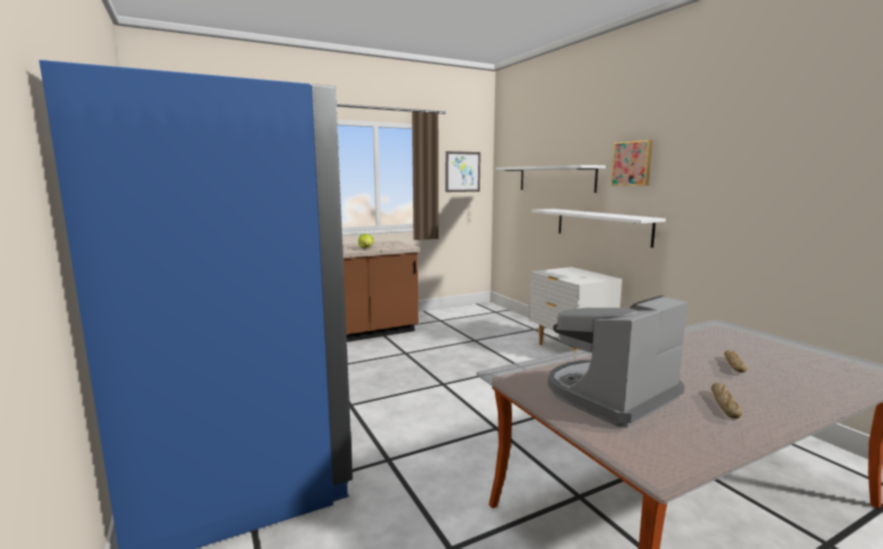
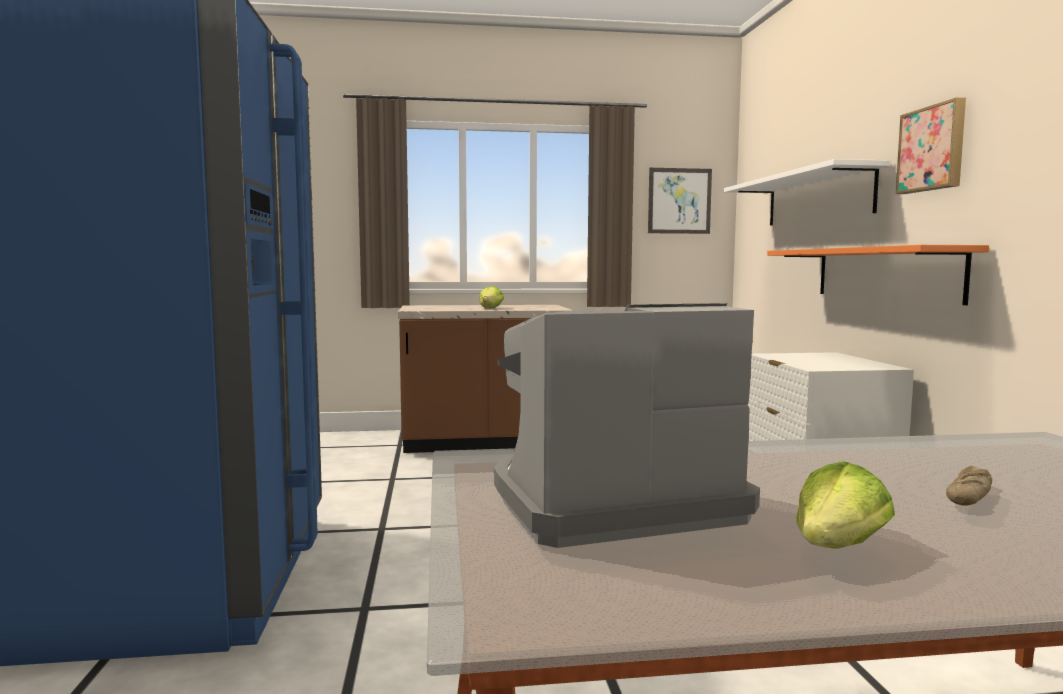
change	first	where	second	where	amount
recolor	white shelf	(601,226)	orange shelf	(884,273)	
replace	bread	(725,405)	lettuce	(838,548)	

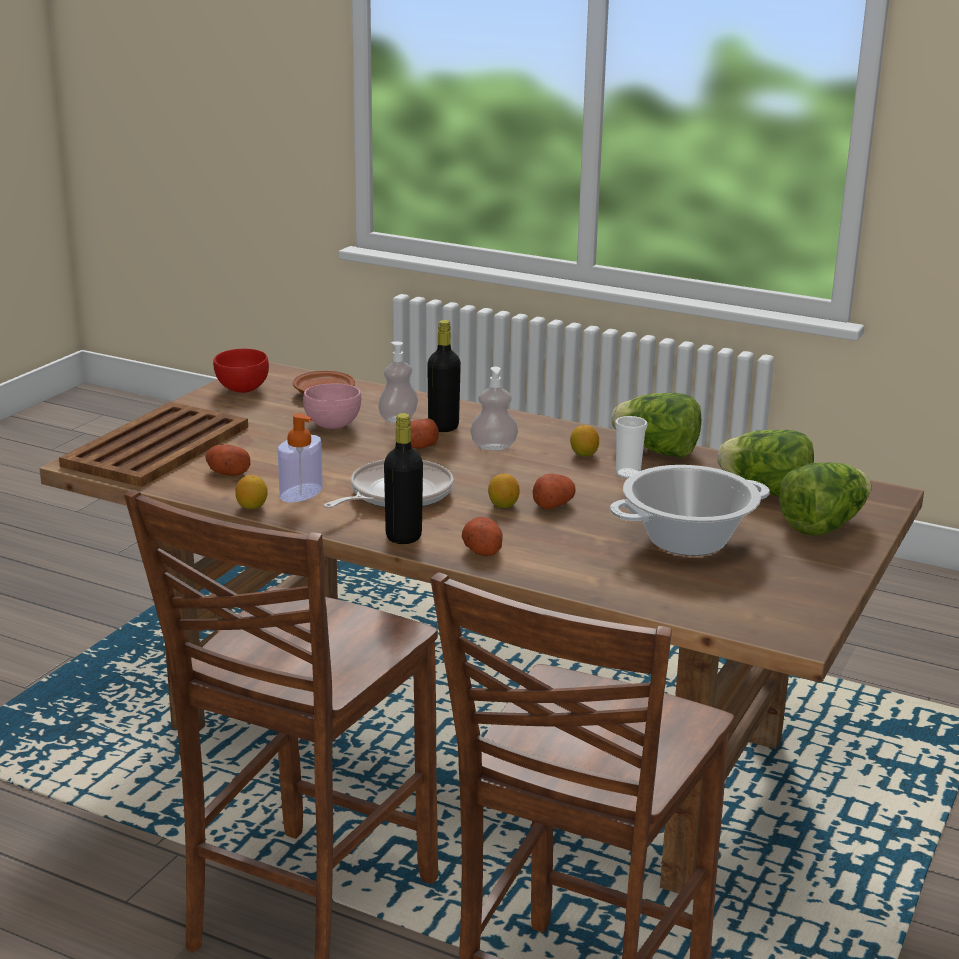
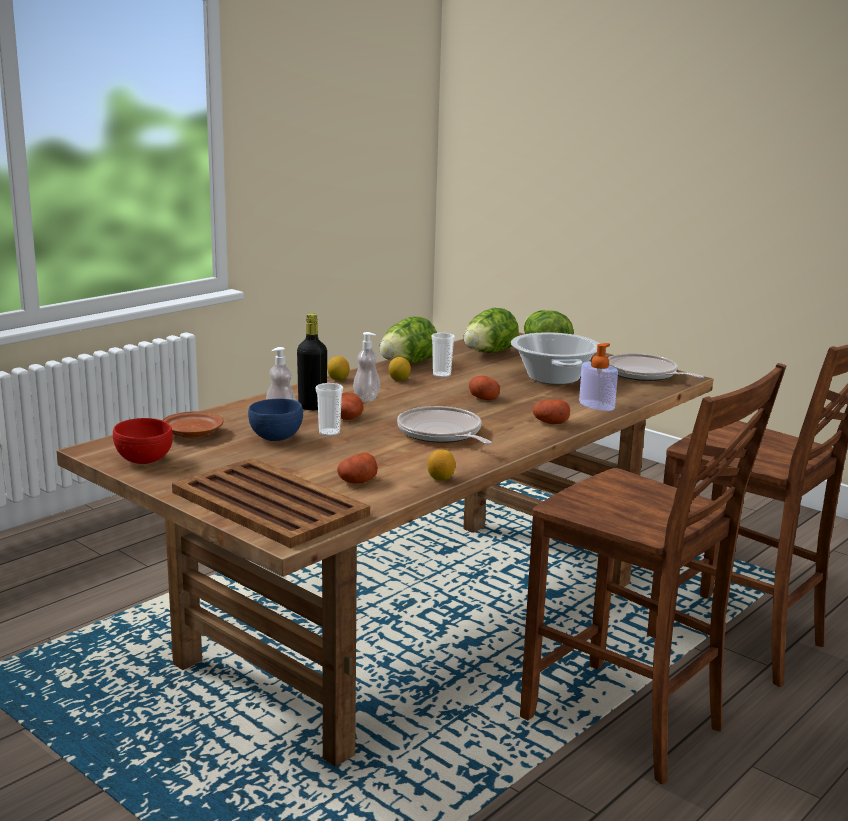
change	first	where	second	where	amount
move	soap dispenser	(301,493)		(596,405)	
recolor	pink bowl	(332,426)	blue bowl	(277,438)	
delete	black bottle	(403,537)			
move	lemon	(503,505)		(338,379)	
insert			cup	(329,433)	
insert			frying pan	(644,374)	

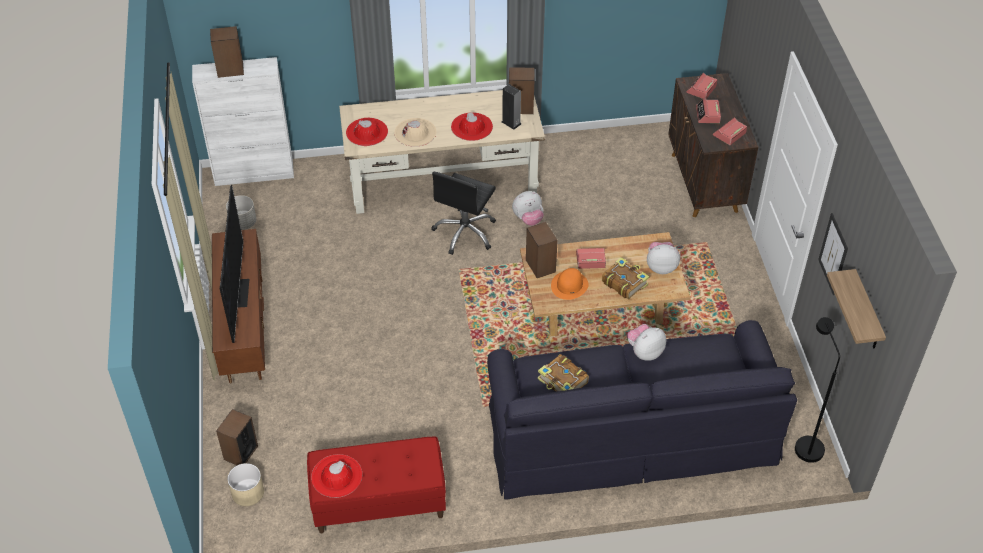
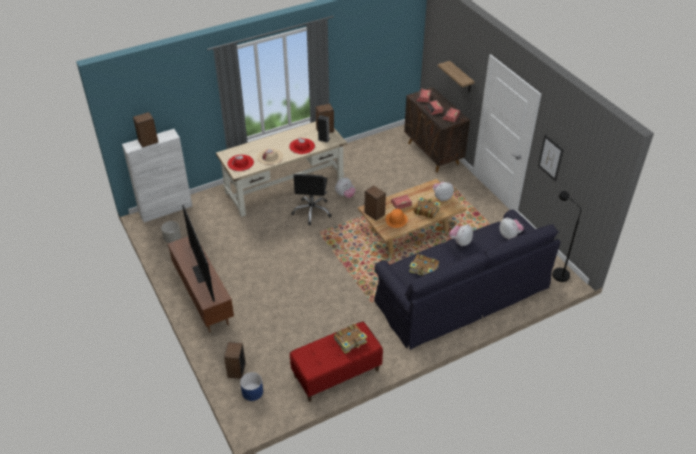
change	first	where	second	where	amount
recolor	beige planter	(247,492)	blue planter	(252,392)	
delete	red hat	(336,476)			
move	shelf	(867,312)		(461,77)	
insert			book	(350,341)	
insert			plush toy	(509,235)	

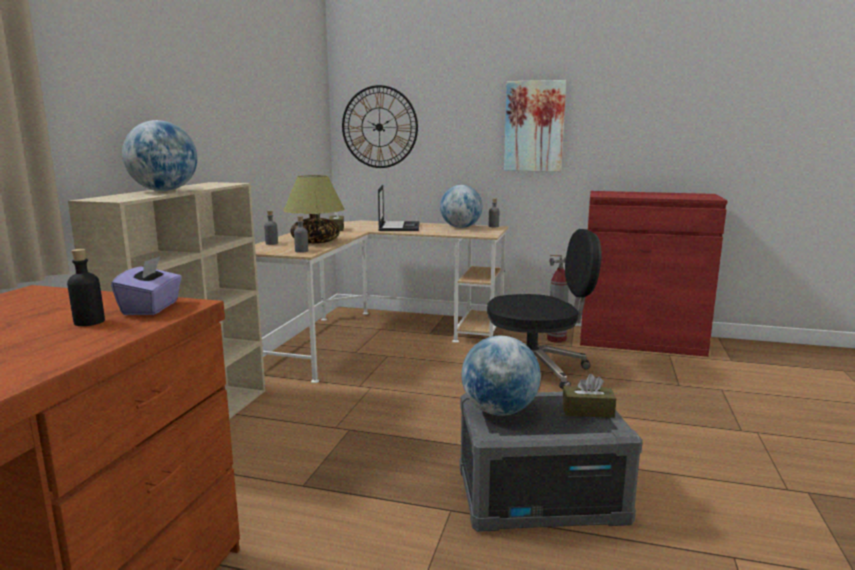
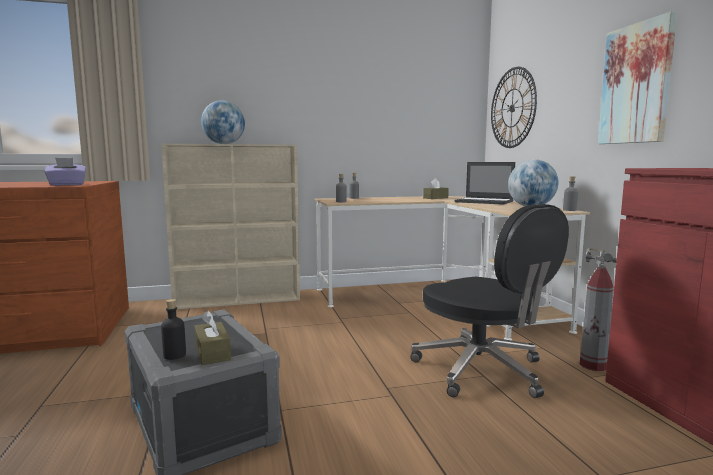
change	first	where	second	where	amount
move	black bottle	(89,322)		(174,355)	
delete	table lamp	(315,242)			
rotate	laptop	(399,226)		(485,201)	60 degrees clockwise
delete	globe	(499,411)			

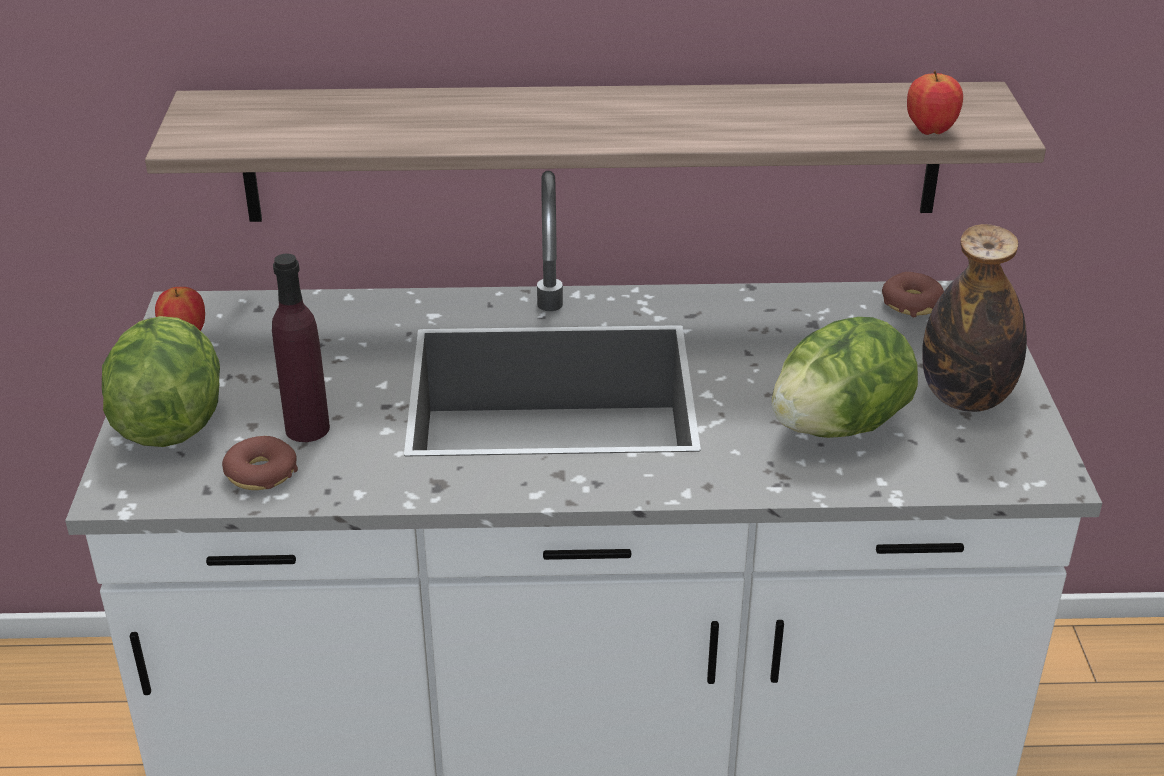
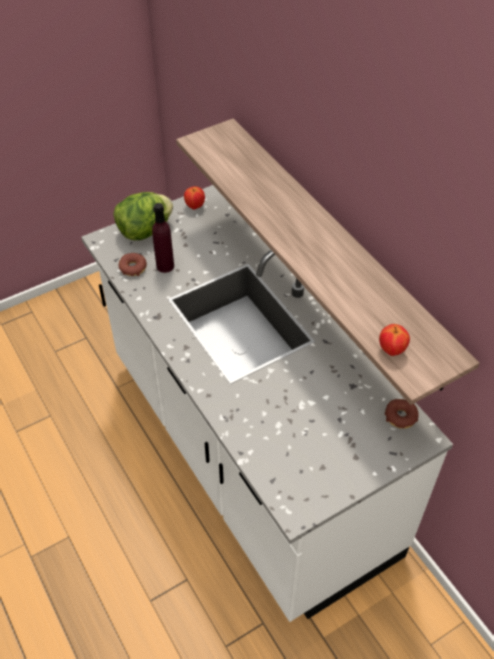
change	first	where	second	where	amount
delete	lettuce	(838,426)			
delete	bottle	(965,398)			

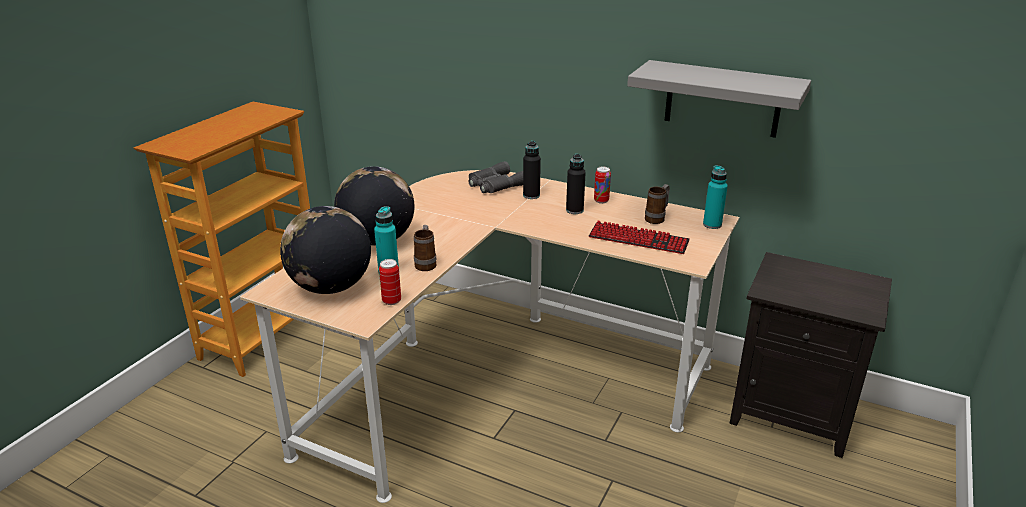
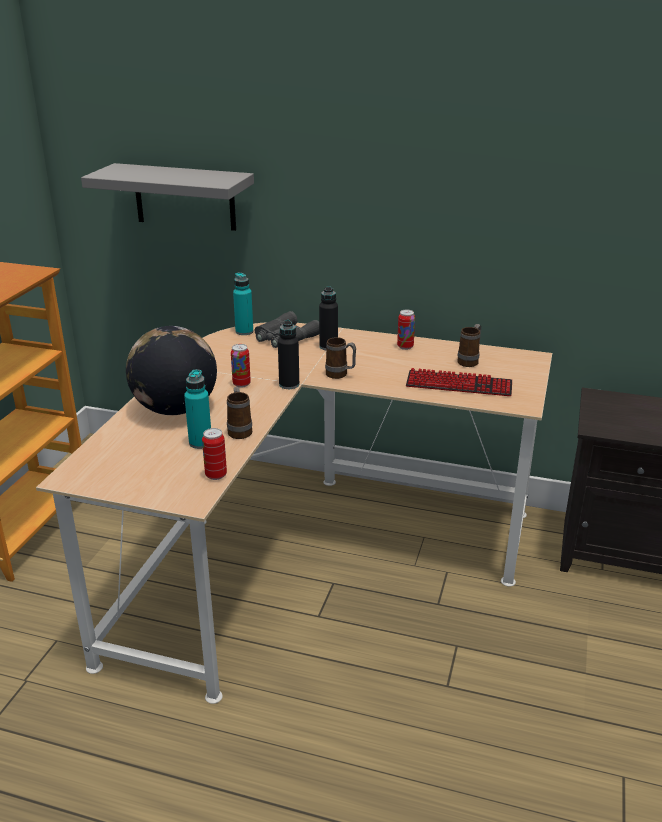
change	first	where	second	where	amount
delete	globe	(331,287)			
move	black bottle	(574,210)		(289,384)	
move	grey shelf	(722,99)		(184,197)	
move	turquoise bottle	(712,225)		(244,331)	
insert			can	(241,384)	
insert			mug	(340,375)	

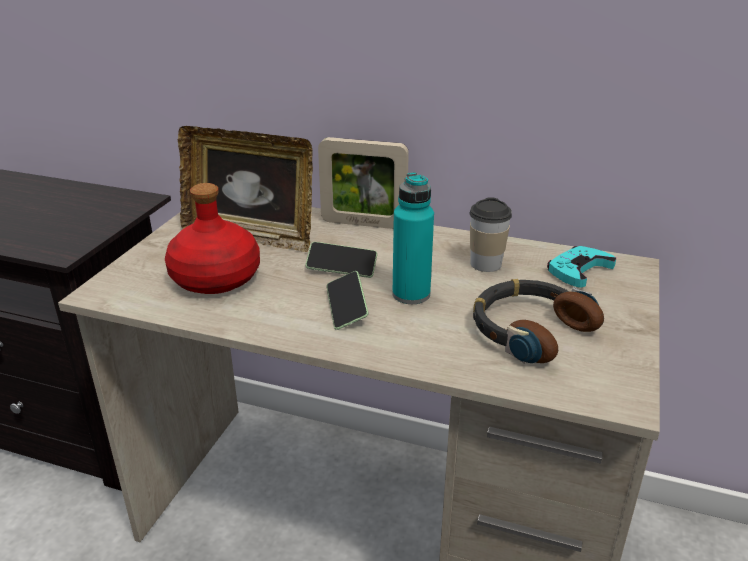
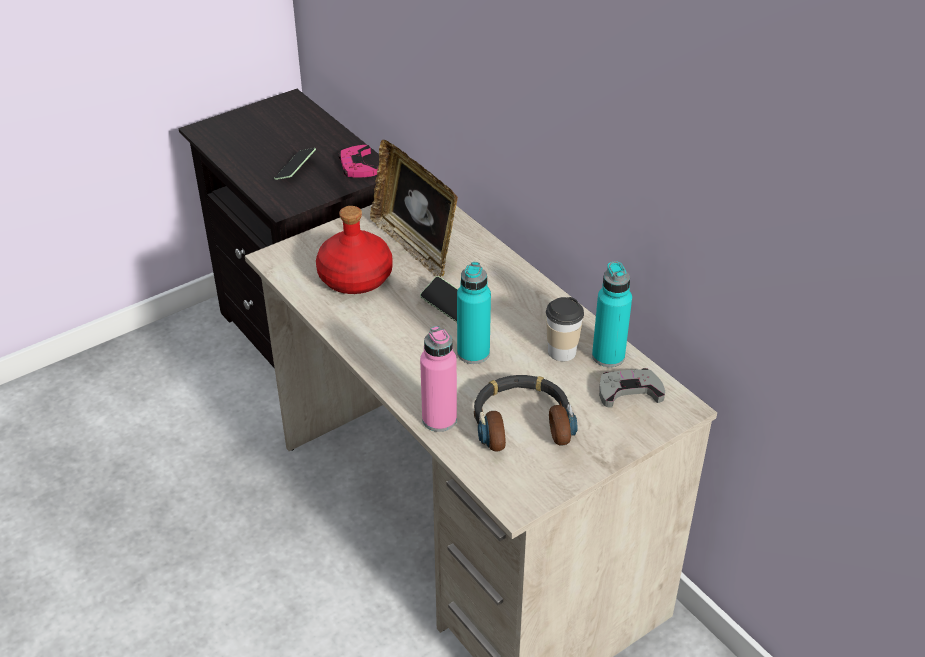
change	first	where	second	where	amount
delete	picture frame	(363,223)			
move	phone	(346,308)		(296,170)	
recolor	turquoise game controller	(578,270)	grey game controller	(629,391)	
insert			pink game controller	(357,166)	
insert			pink bottle	(439,419)	
insert			turquoise bottle	(608,356)	

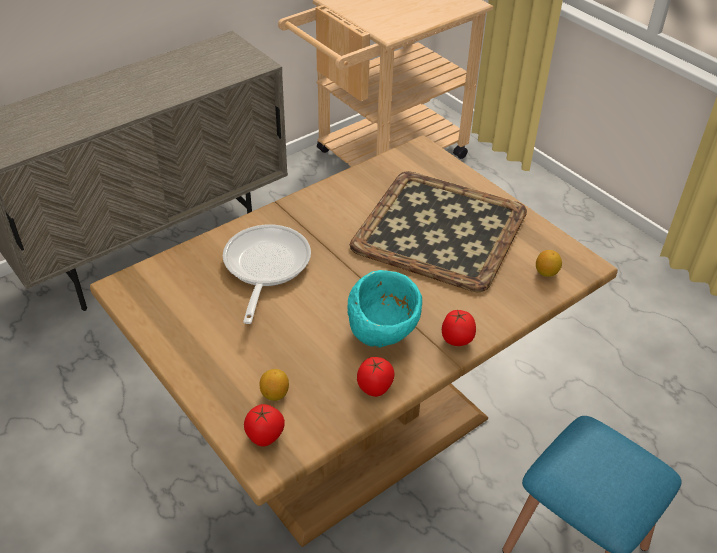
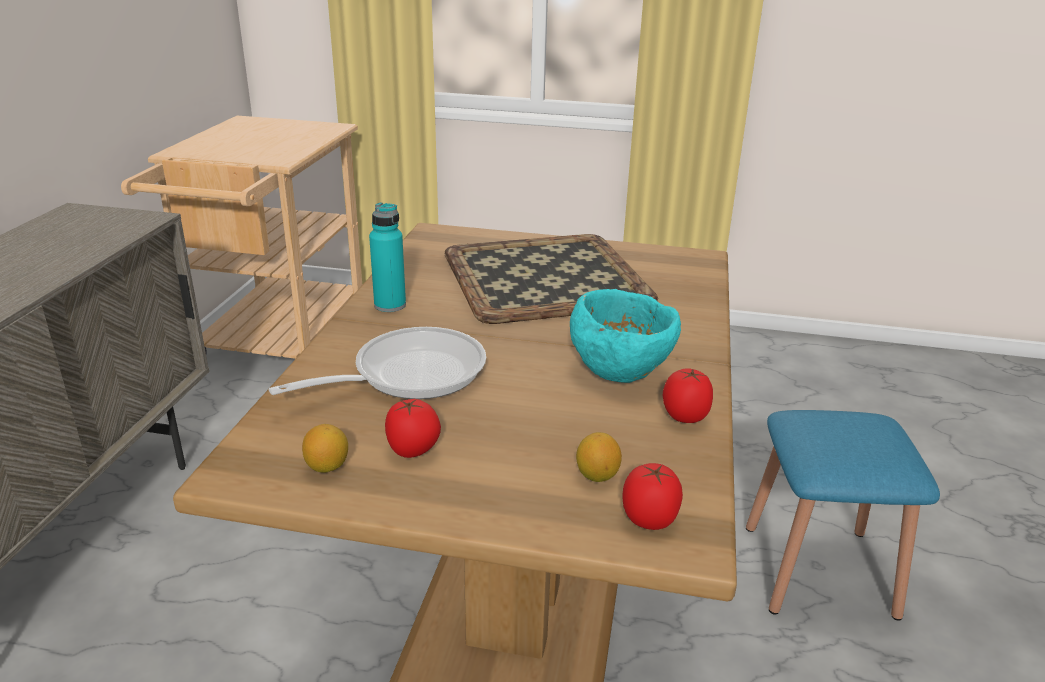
change	first	where	second	where	amount
rotate	frying pan	(264,267)		(408,374)	90 degrees clockwise
move	tomato	(457,340)		(413,450)	
move	lemon	(546,272)		(327,466)	
insert			turquoise bottle	(390,305)	

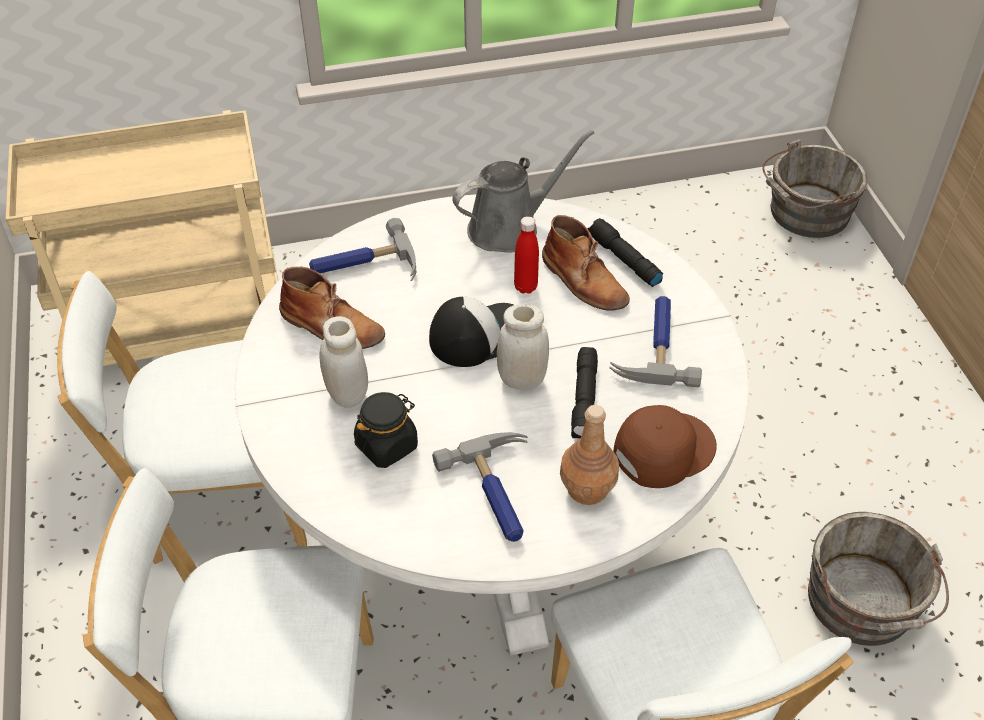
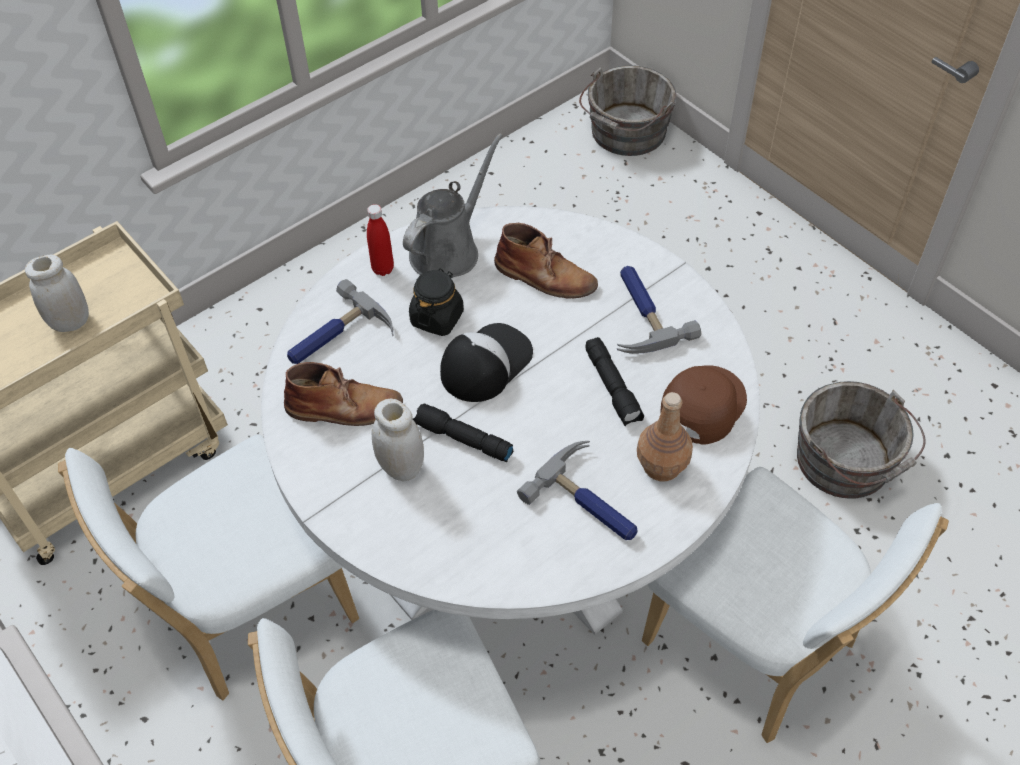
change	first	where	second	where	amount
move	black jar	(387,445)		(437,318)	
move	white jar	(522,379)		(70,322)	
move	red bottle	(525,287)		(383,269)	
move	black flashlight	(623,260)		(462,439)	

